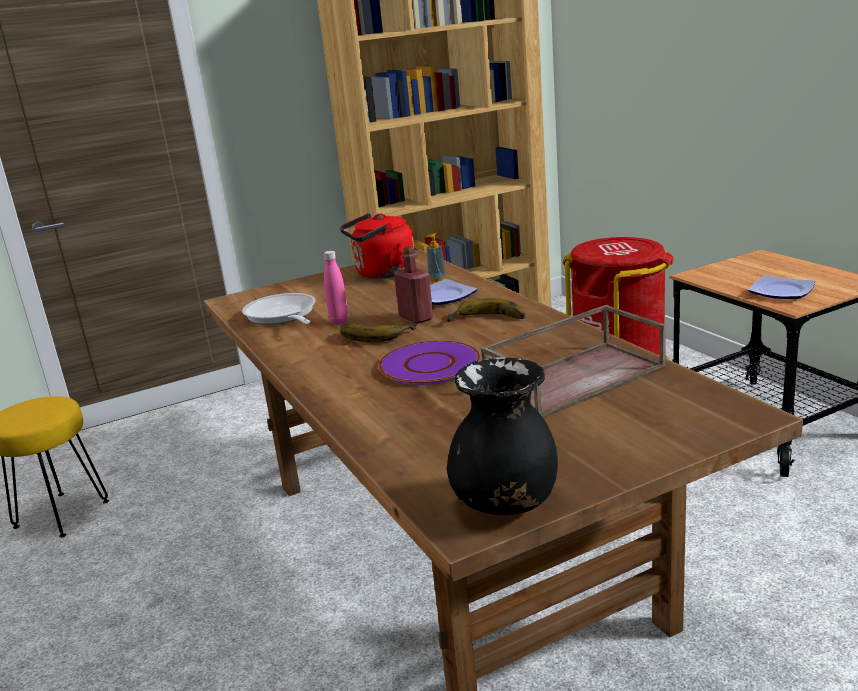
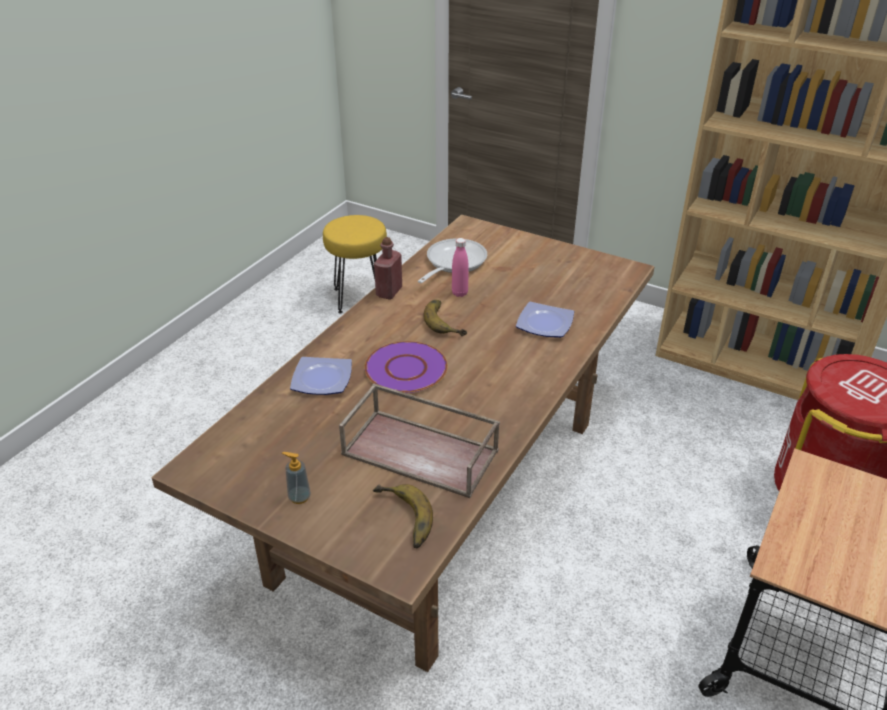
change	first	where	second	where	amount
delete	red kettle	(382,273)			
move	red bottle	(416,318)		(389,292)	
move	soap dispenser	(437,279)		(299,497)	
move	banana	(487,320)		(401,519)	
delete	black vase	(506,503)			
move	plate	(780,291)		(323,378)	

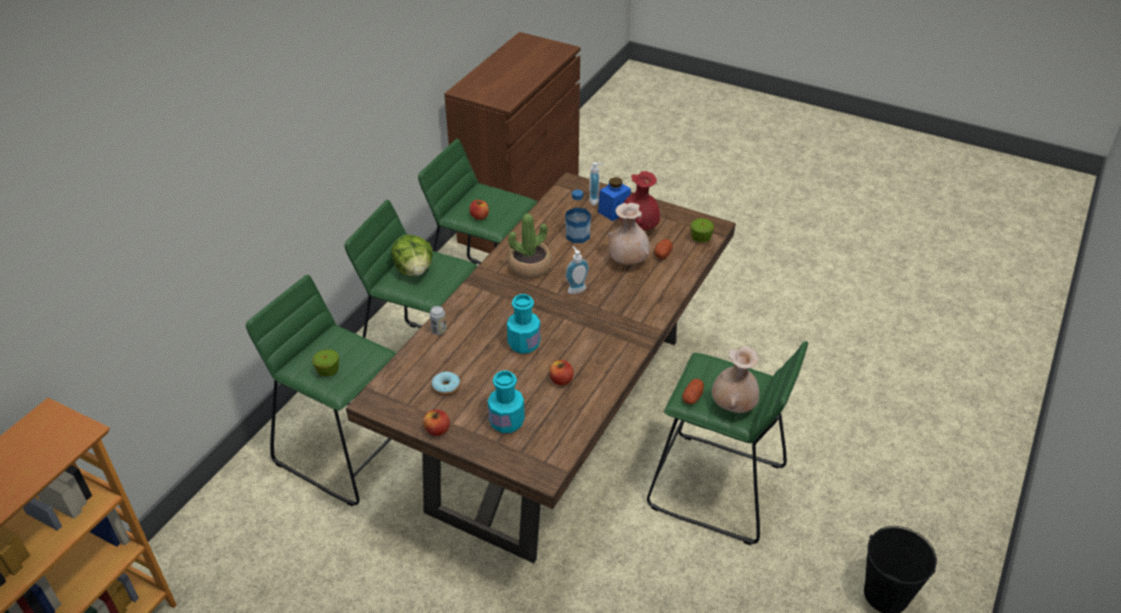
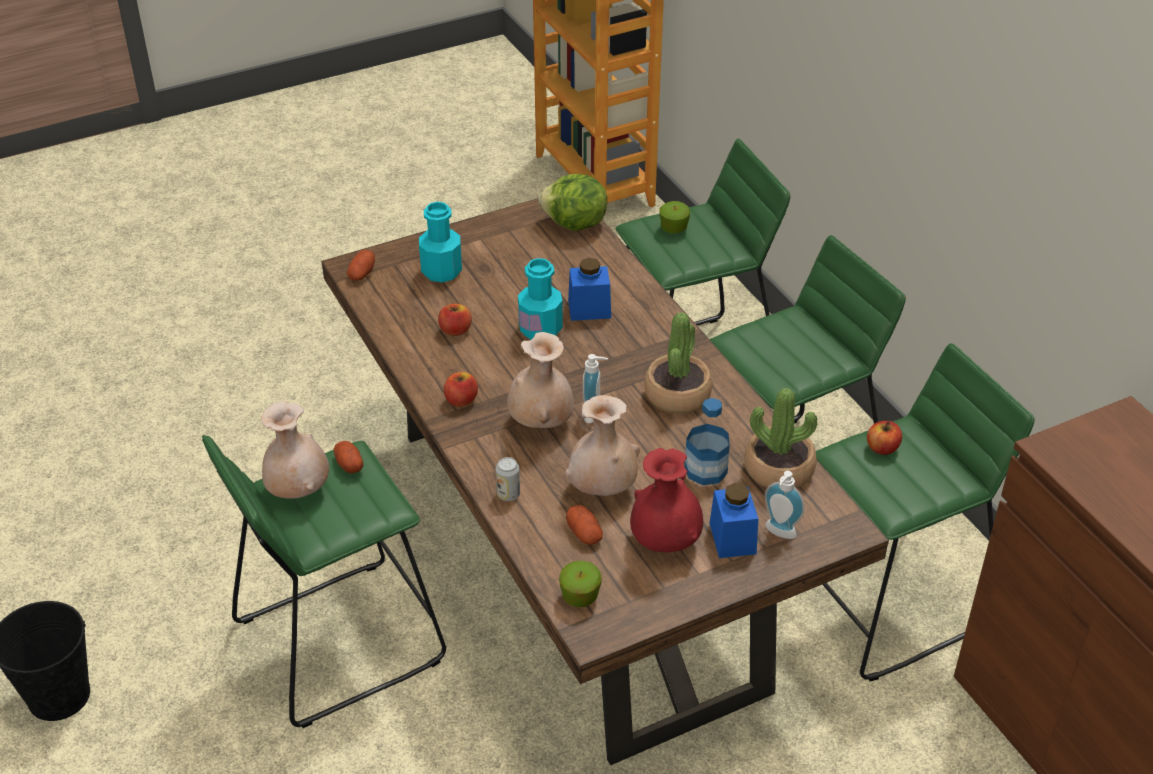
change	first	where	second	where	amount
move	lettuce	(414,270)		(574,225)	
move	apple	(437,430)		(461,400)	
move	can	(439,330)		(508,494)	
delete	donut	(446,387)			
insert			potato	(362,273)	
insert			beige vase	(541,423)	
insert			blue jar	(589,309)	
insert			potted plant	(779,469)	

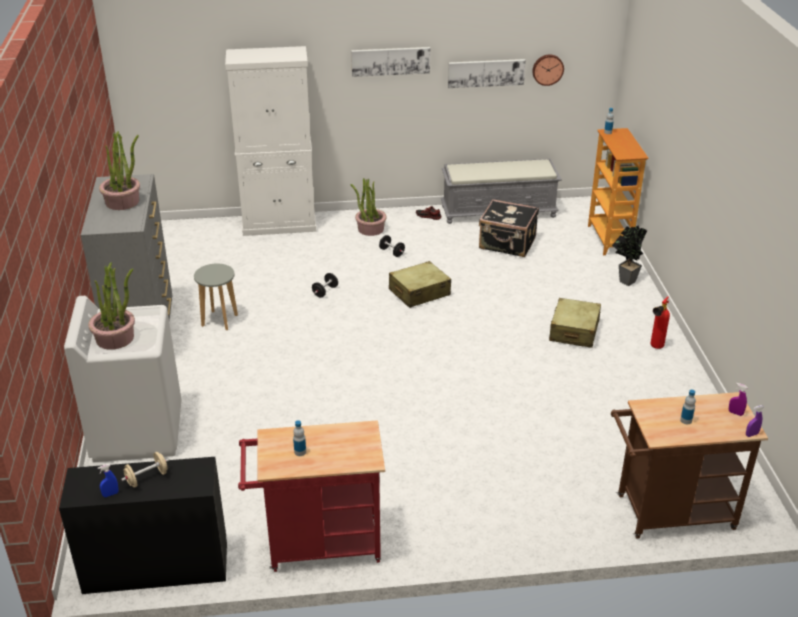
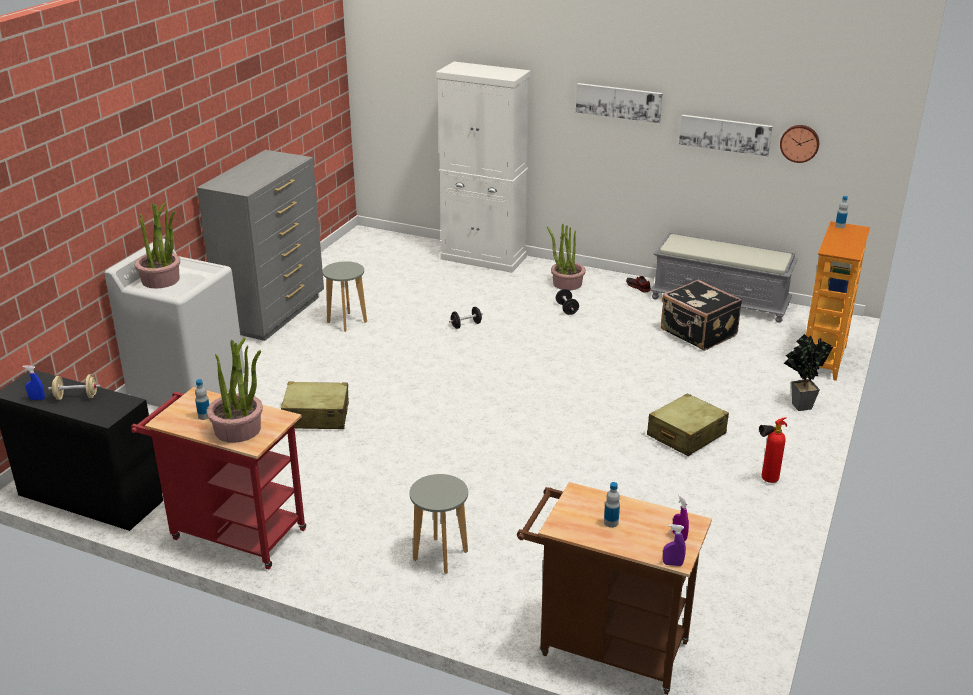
change	first	where	second	where	amount
move	potted plant	(123,202)		(238,429)	
move	beige suitcase	(419,292)		(316,416)	
insert			grey stool	(440,555)	

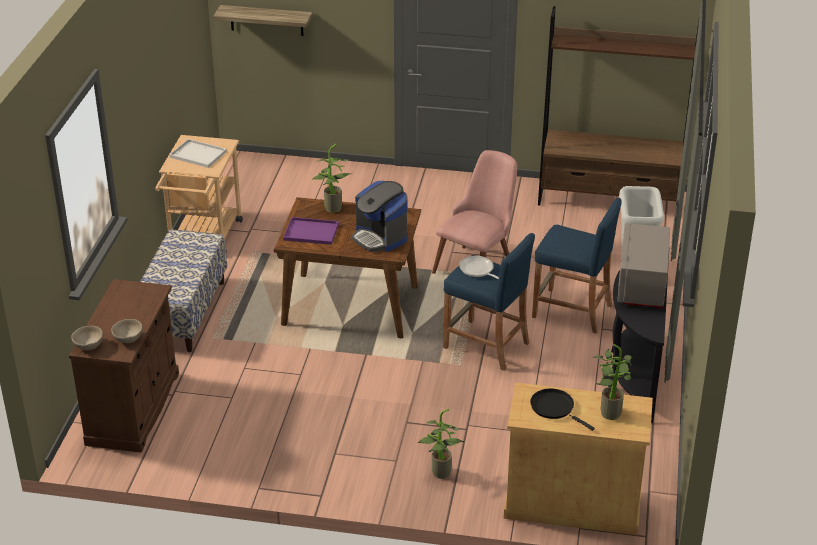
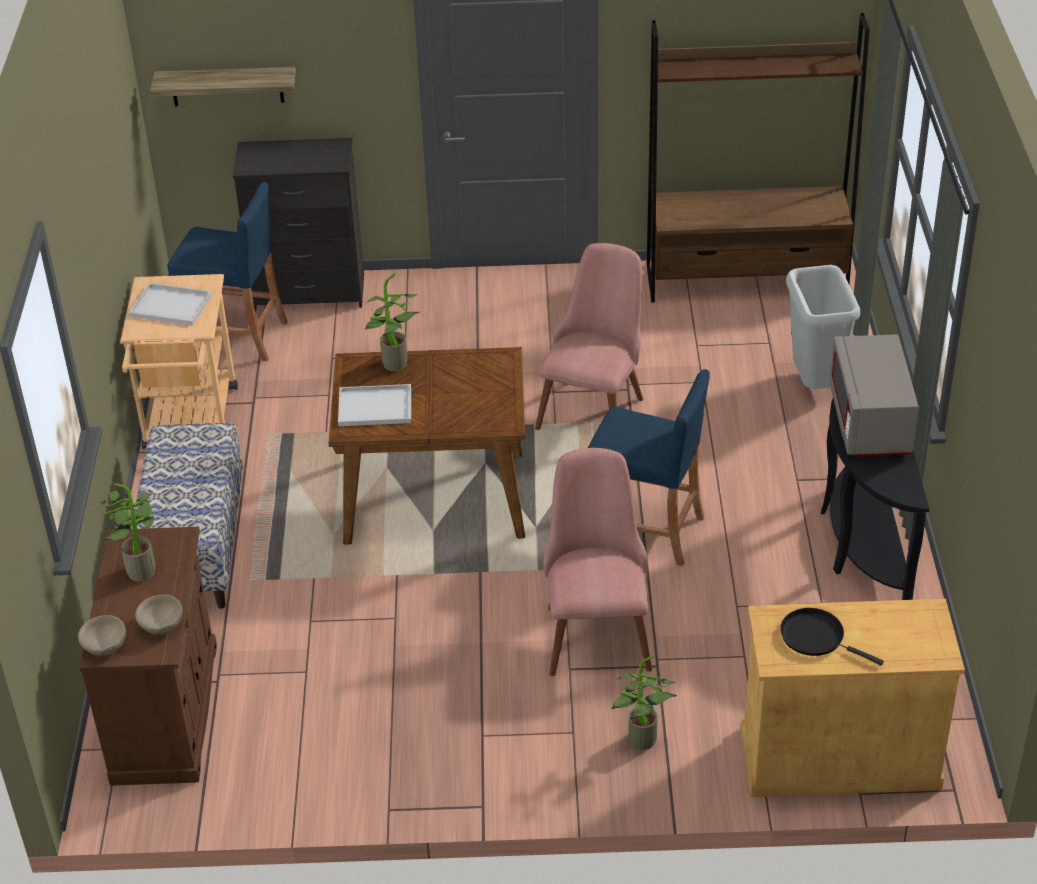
change	first	where	second	where	amount
recolor	purple tray	(310,232)	white tray	(373,407)	
delete	coffee machine	(380,237)			
delete	frying pan	(478,271)			
move	blue stool	(572,311)		(235,336)	
move	potted plant	(609,411)		(140,569)	
insert			black dresser	(310,293)	
insert			pink chair	(595,626)	

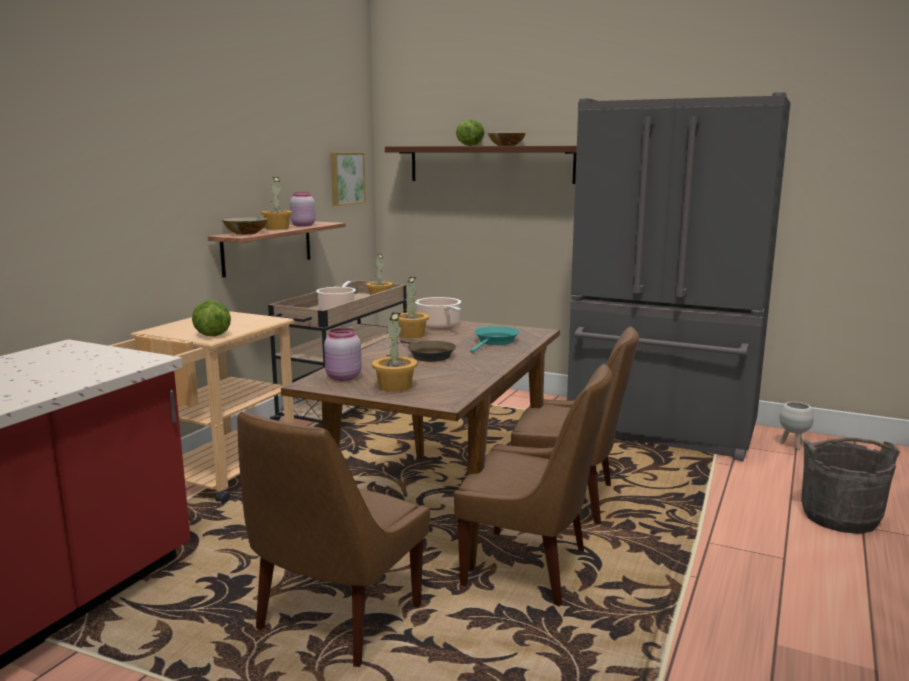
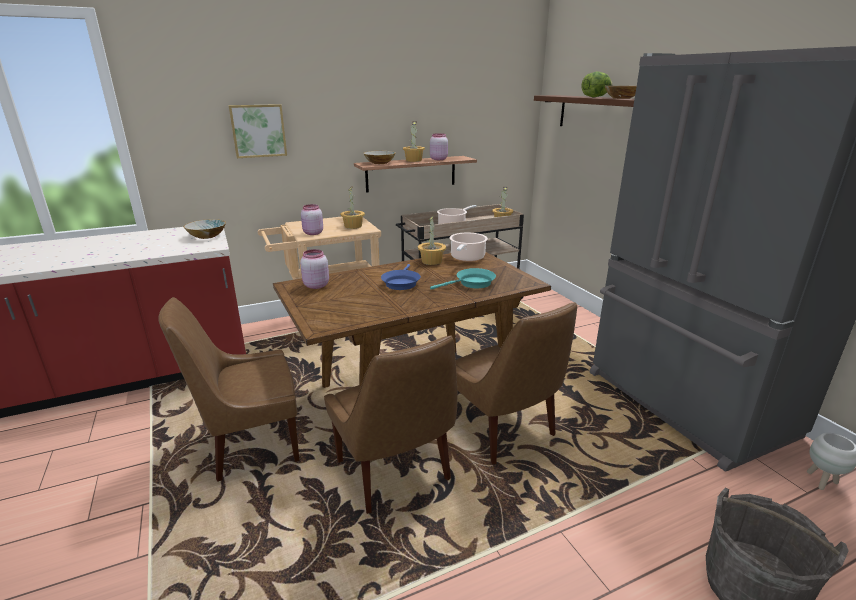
change	first	where	second	where	amount
replace	lettuce	(212,335)	pink jar	(312,233)	
move	picture	(346,178)		(258,131)	
move	potted plant	(395,386)		(353,226)	
recolor	brown frying pan	(428,355)	blue frying pan	(401,283)	
insert			bowl	(207,236)	

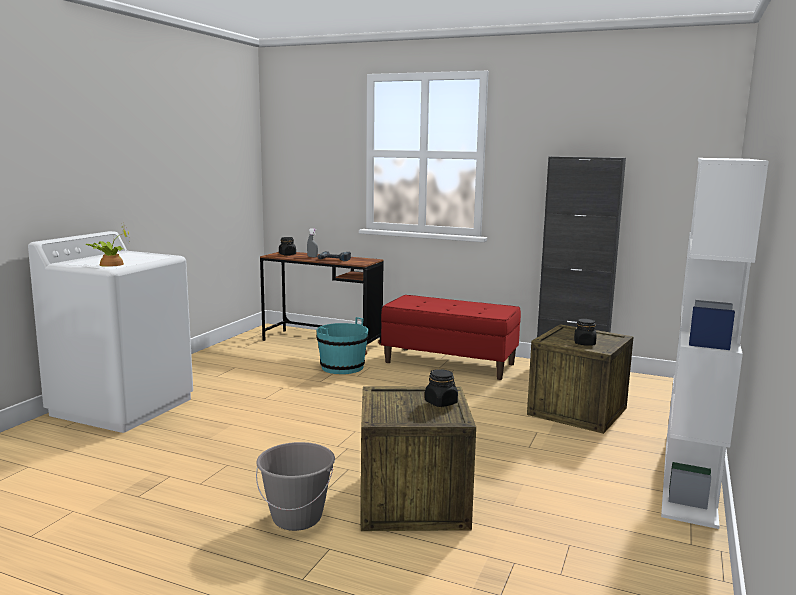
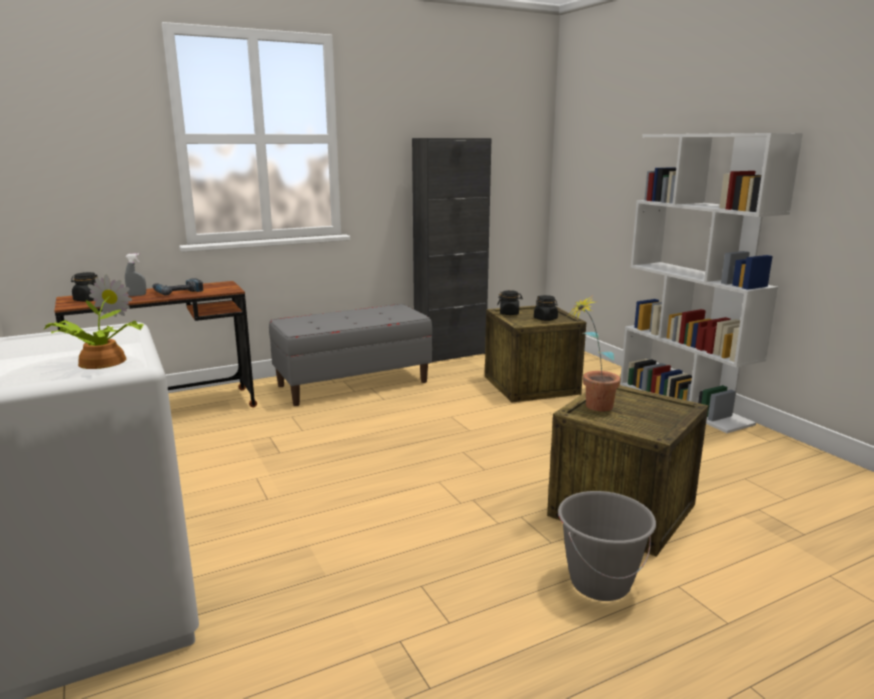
change	first	where	second	where	amount
delete	turquoise bucket	(342,367)			
recolor	red bench	(450,363)	grey bench	(353,383)	
move	black jar	(441,403)		(509,313)	
insert			potted plant	(591,407)	

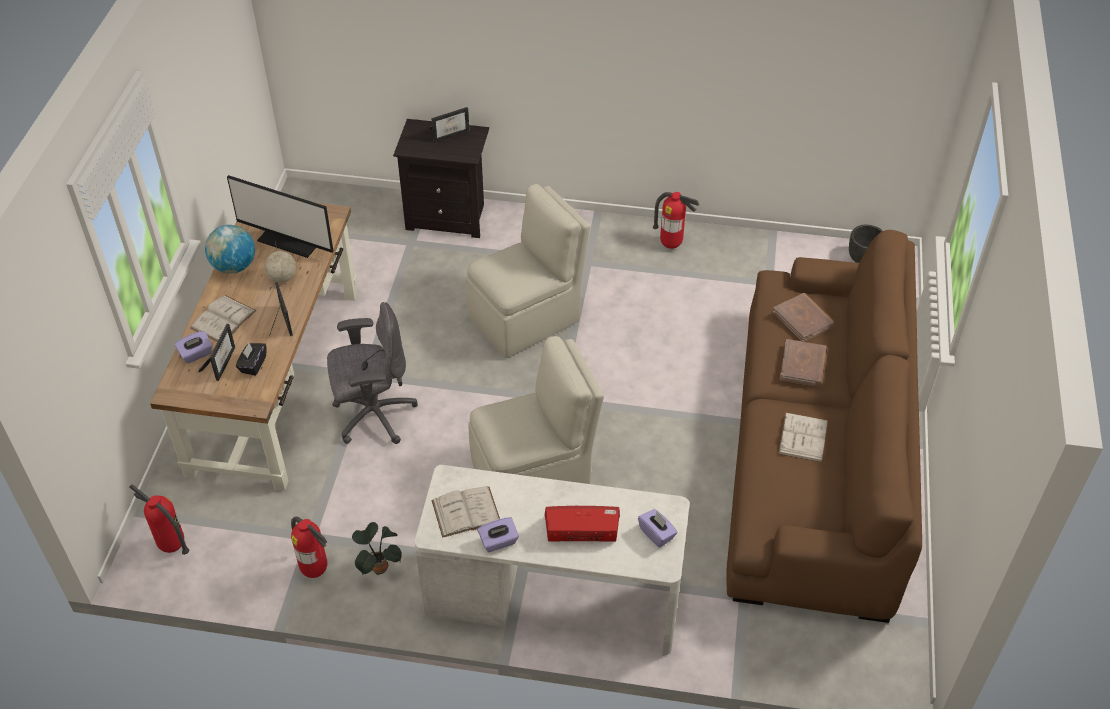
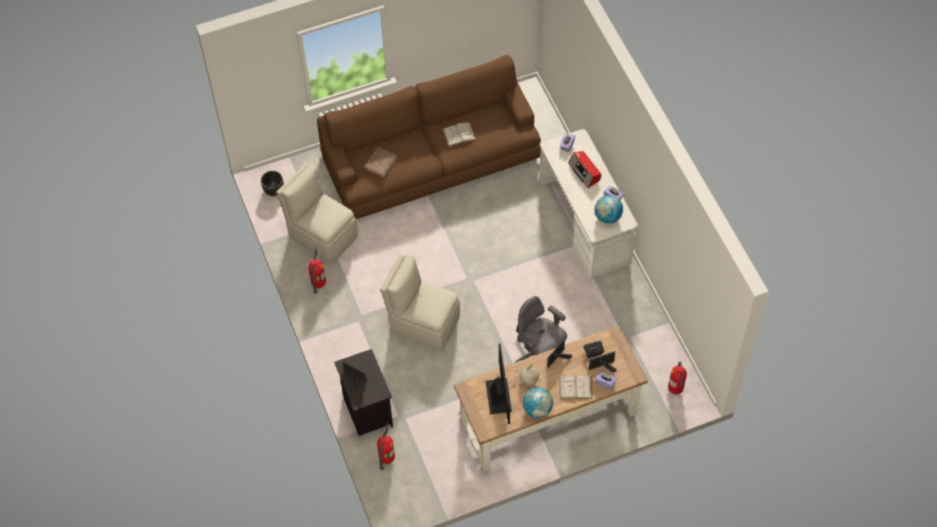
change	first	where	second	where	amount
move	fire extinguisher	(315,570)		(386,459)	
delete	potted plant	(378,567)			
replace	white book	(466,511)	globe	(607,217)	
move	beige chair	(534,474)		(322,236)	
delete	brown book	(803,365)			

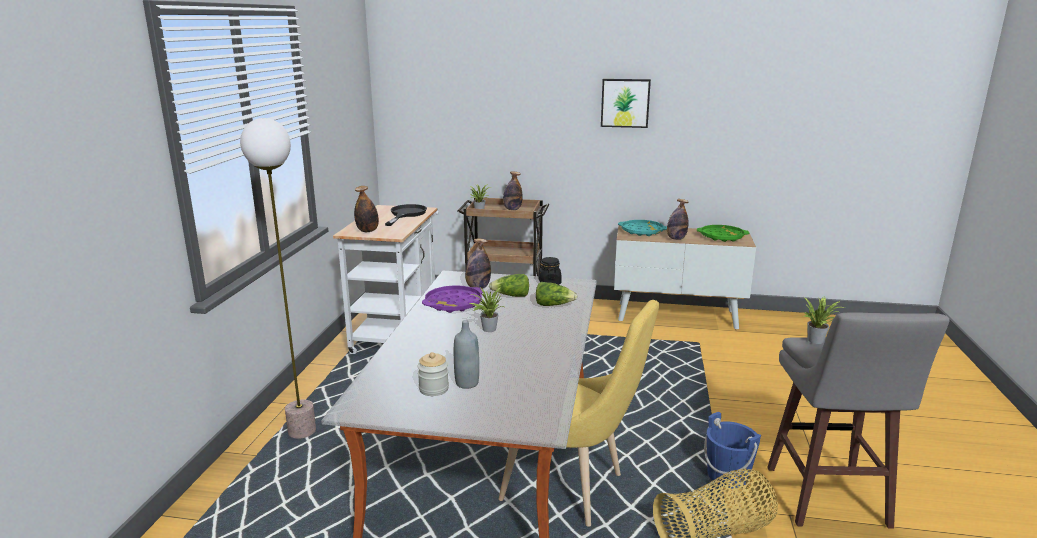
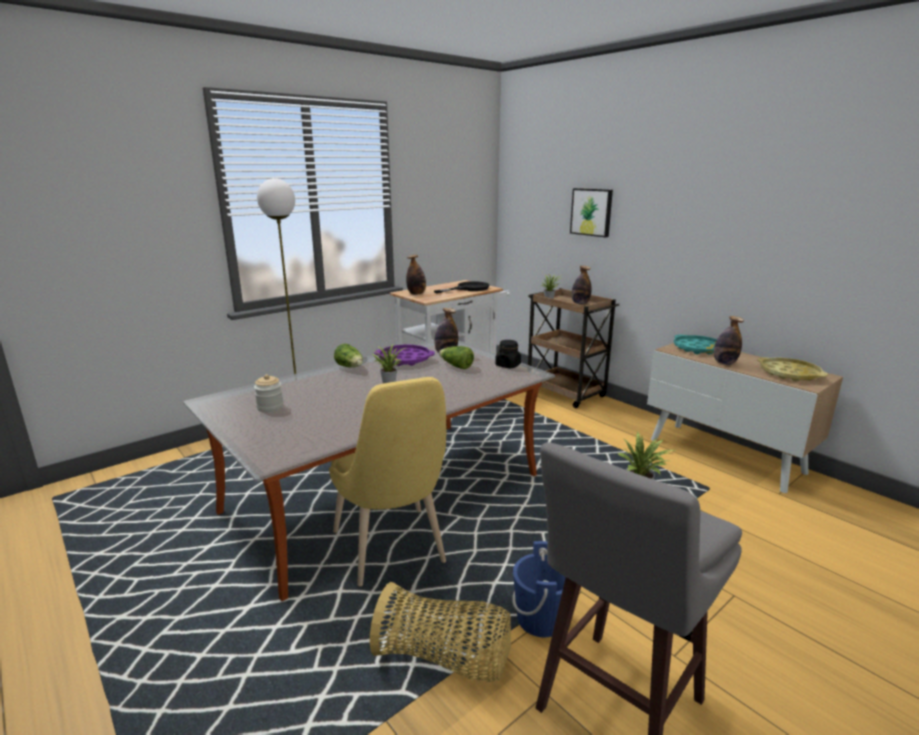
change	first	where	second	where	amount
delete	grey bottle	(467,383)			
move	lettuce	(553,305)		(350,367)	
move	picture	(625,103)		(591,212)	
recolor	green tray	(722,237)	yellow tray	(789,374)	

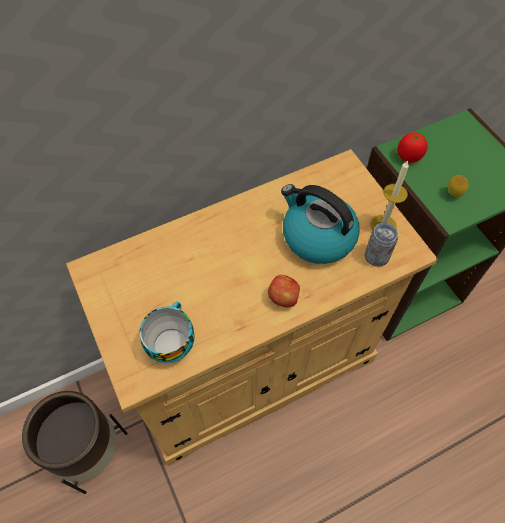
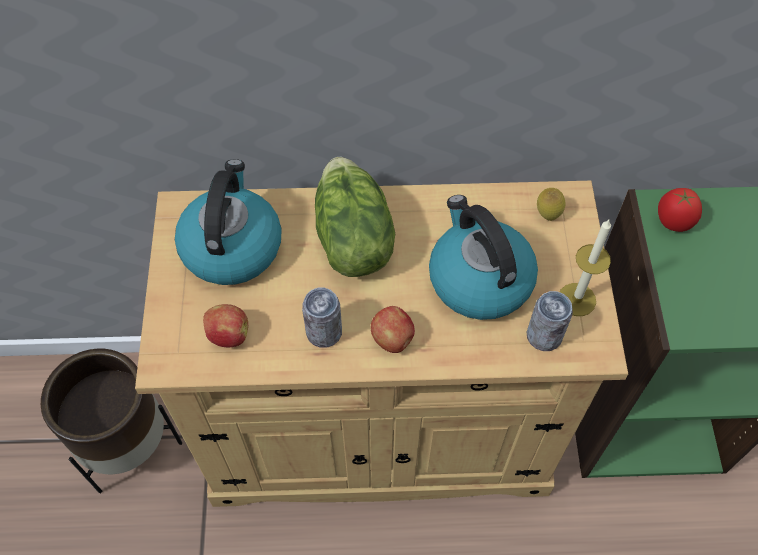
change	first	where	second	where	amount
replace	cup	(170,342)	apple	(228,335)	
move	lemon	(453,194)		(547,215)	
insert			kettle	(231,246)	
insert			can	(324,332)	
insert			lettuce	(351,239)	

